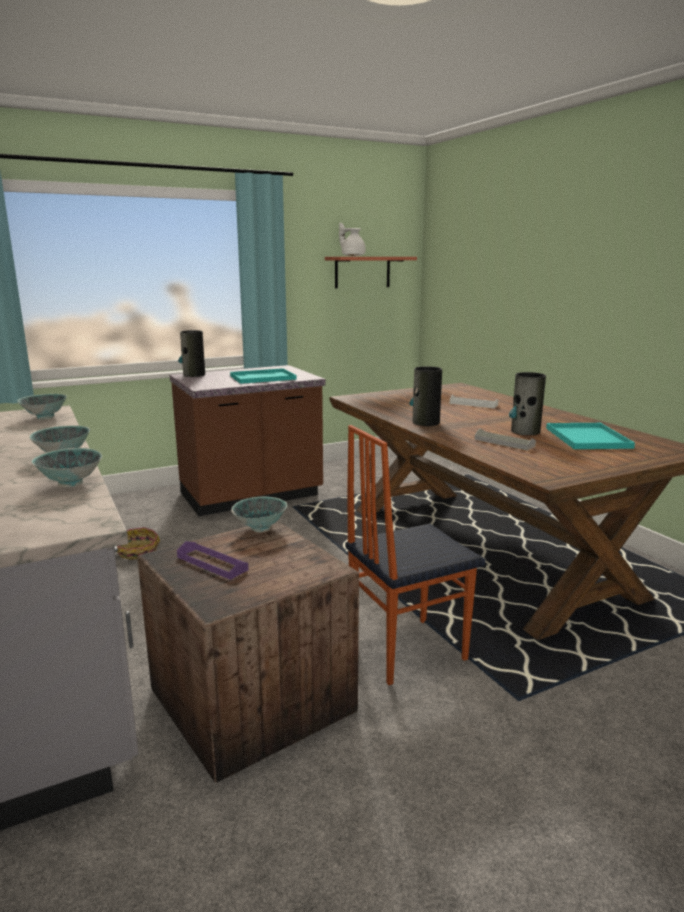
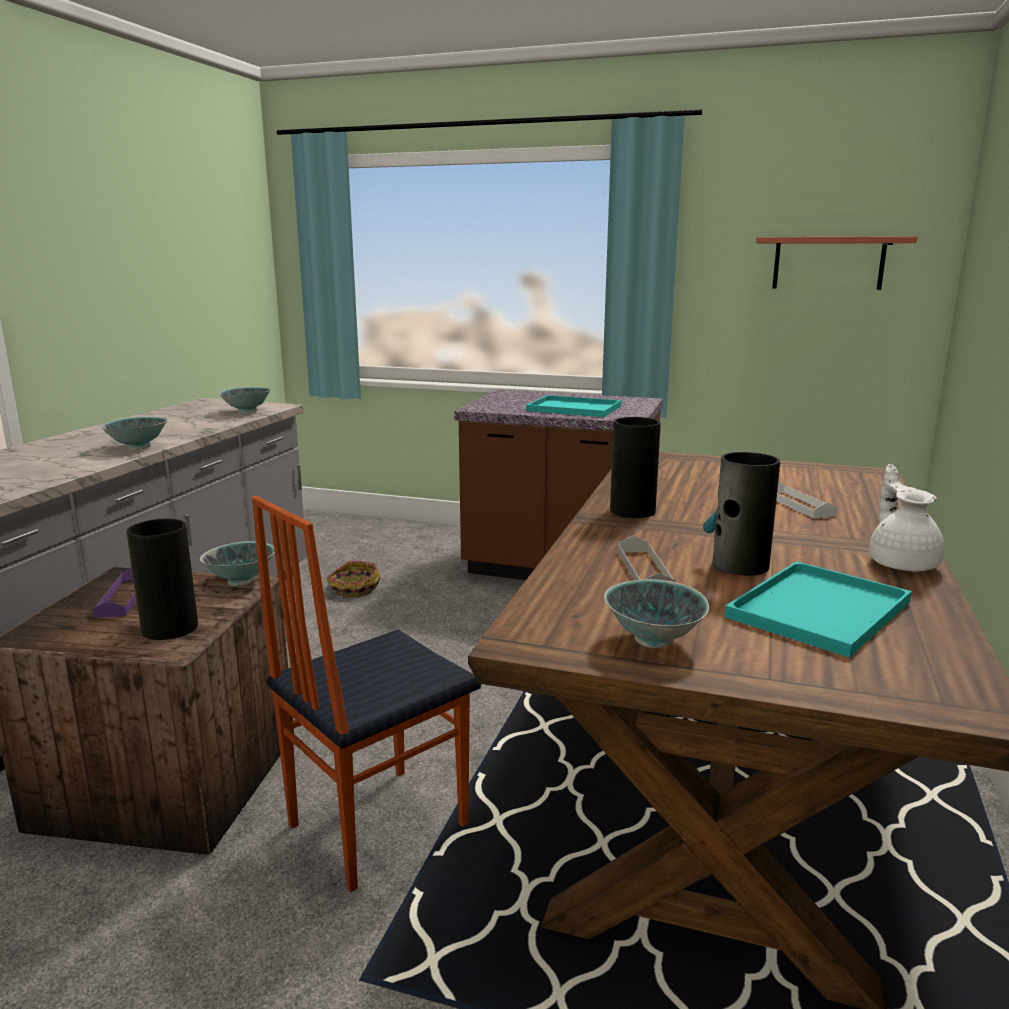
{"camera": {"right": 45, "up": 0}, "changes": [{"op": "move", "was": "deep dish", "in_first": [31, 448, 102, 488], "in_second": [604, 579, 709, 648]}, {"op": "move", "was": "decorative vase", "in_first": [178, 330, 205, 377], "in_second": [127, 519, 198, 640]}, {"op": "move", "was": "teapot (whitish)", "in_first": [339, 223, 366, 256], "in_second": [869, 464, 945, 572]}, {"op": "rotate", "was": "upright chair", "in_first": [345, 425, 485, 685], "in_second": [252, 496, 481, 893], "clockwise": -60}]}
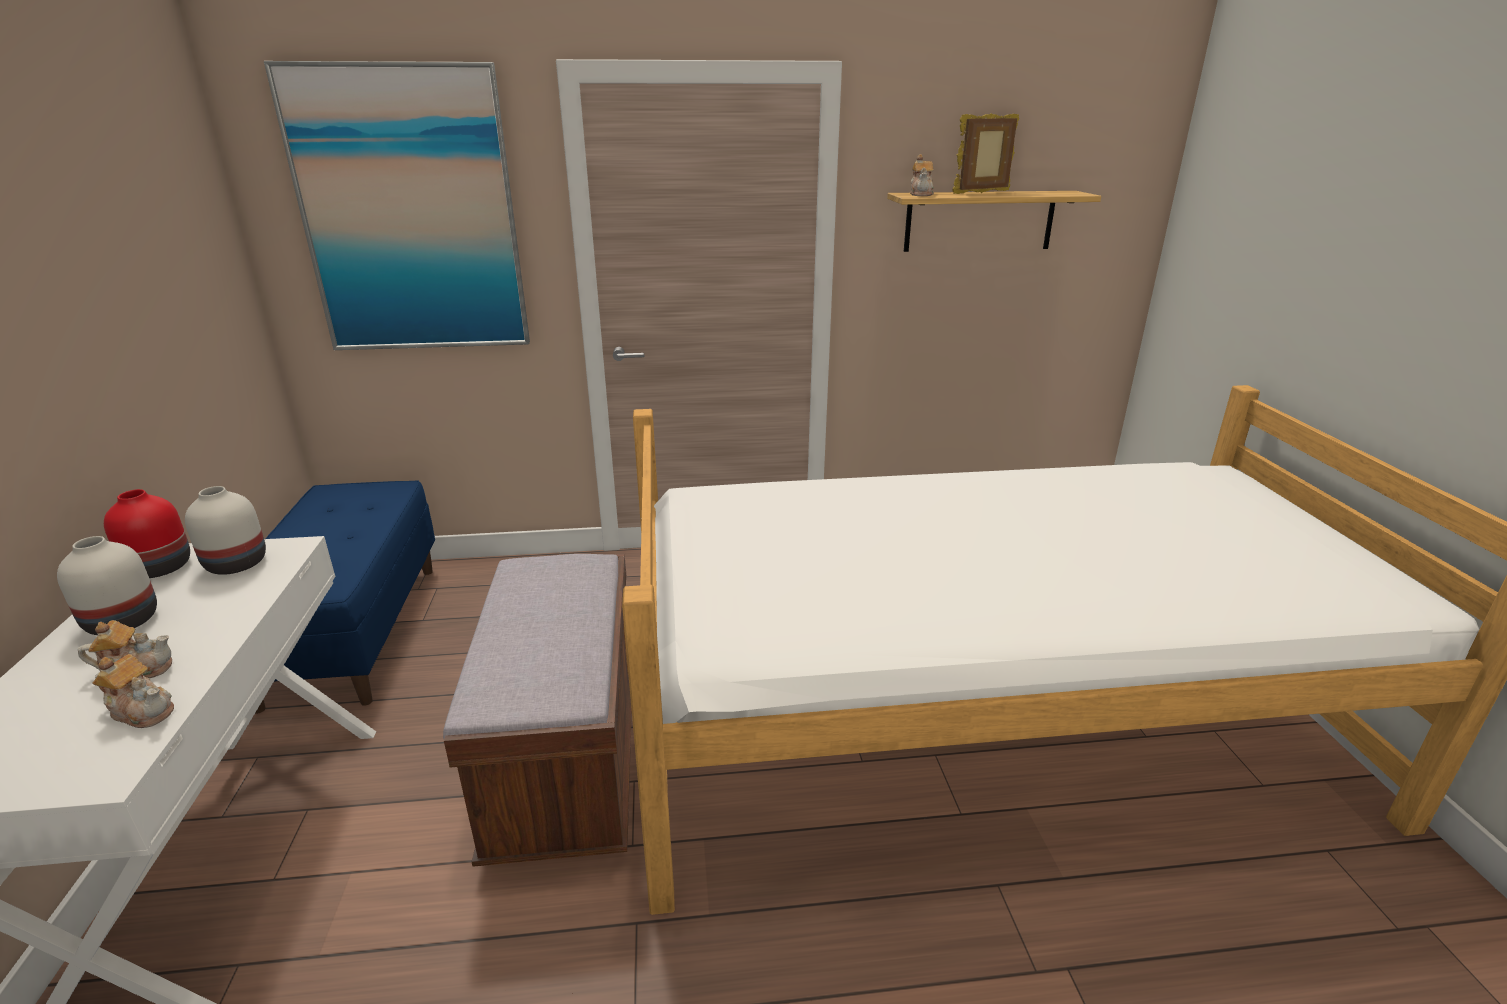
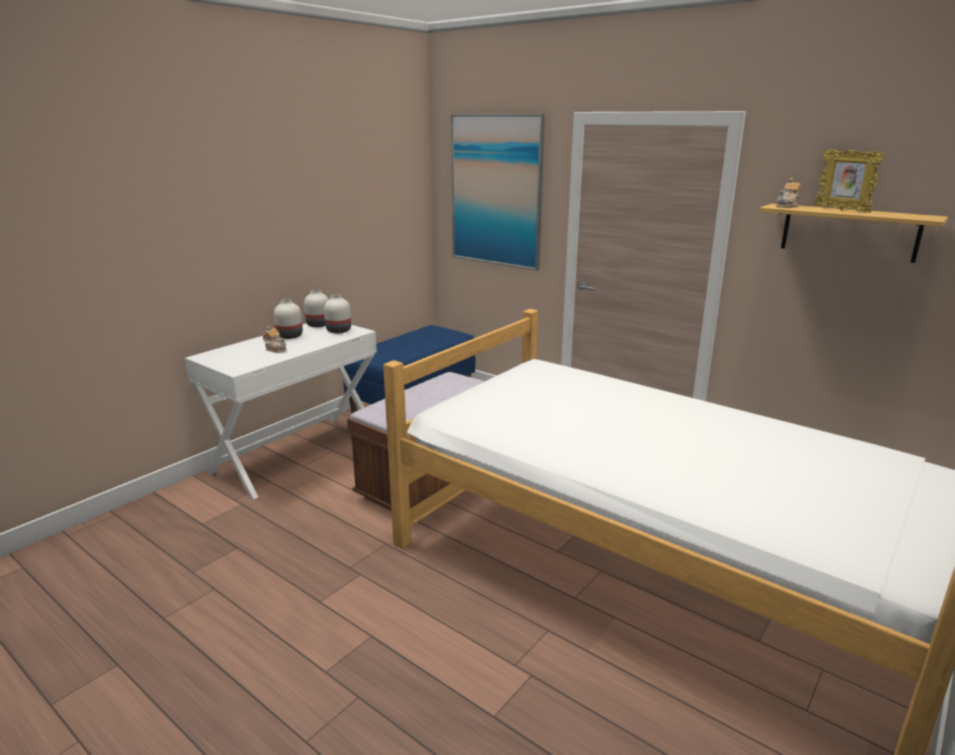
{"camera": {"right": 45, "up": -5}, "changes": [{"op": "delete", "was": "teapot", "in_first": [92, 654, 174, 728]}, {"op": "recolor", "was": "decorative vase (red)", "now": "decorative vase (whitish)", "in_first": [104, 489, 190, 578], "in_second": [304, 290, 329, 327]}, {"op": "rotate", "was": "standing frame", "in_first": [952, 113, 1019, 194], "in_second": [814, 149, 884, 213], "clockwise": -135}]}
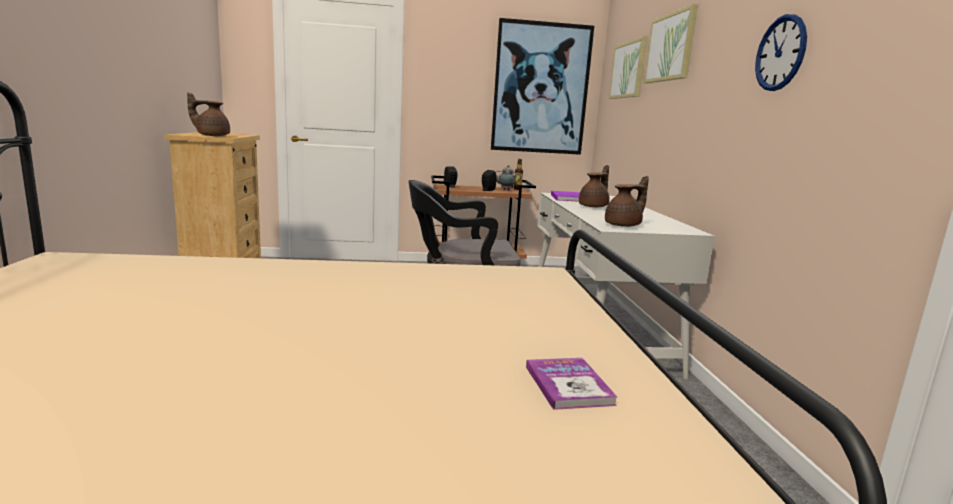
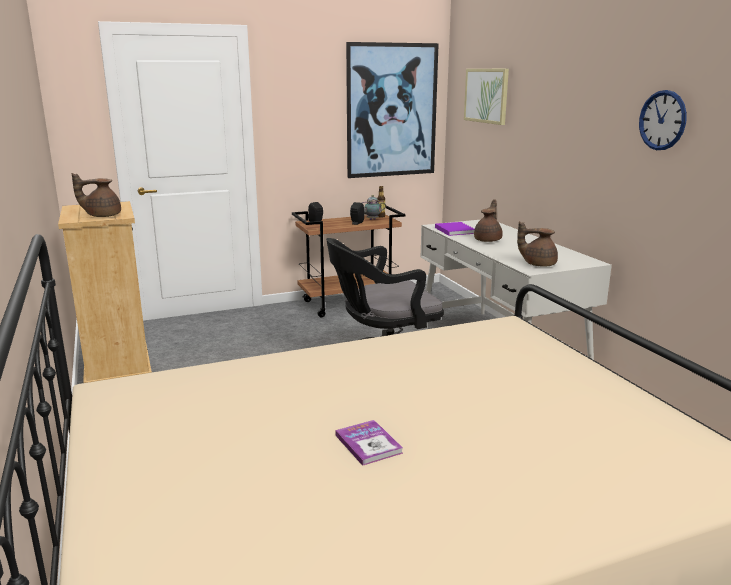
{"camera": {"right": -15, "up": 5}, "changes": [{"op": "delete", "was": "wall art", "in_first": [644, 4, 698, 83]}, {"op": "move", "was": "bound book", "in_first": [526, 358, 617, 410], "in_second": [335, 420, 403, 466]}, {"op": "rotate", "was": "teapot (brown-coloured)", "in_first": [605, 176, 649, 227], "in_second": [517, 221, 558, 267], "clockwise": -120}]}
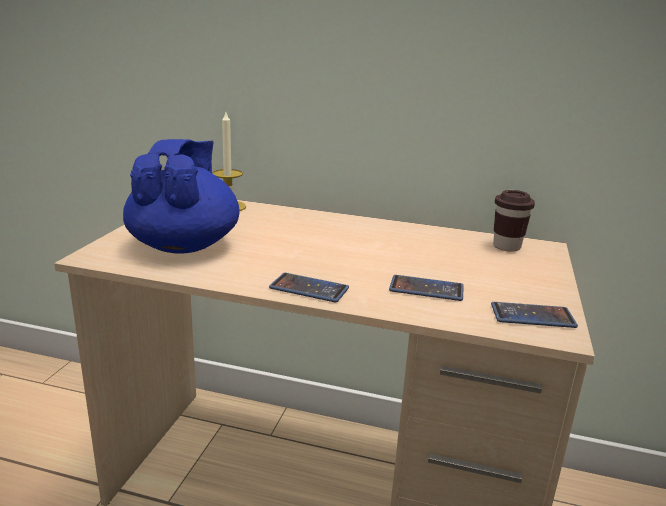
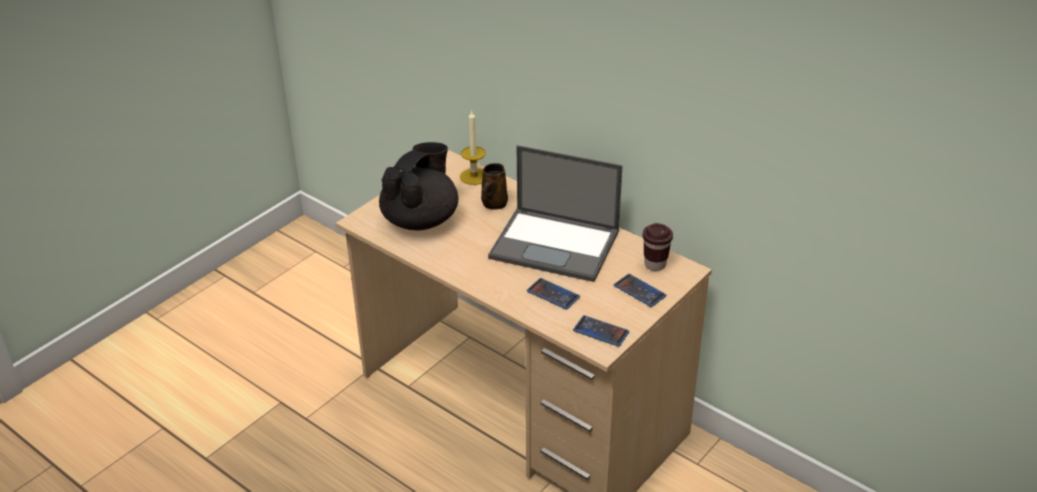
{"camera": {"right": 25, "up": 15}, "changes": [{"op": "insert", "now": "mug (brown-coloured)", "in_second": [481, 163, 508, 210]}, {"op": "insert", "now": "laptop", "in_second": [488, 145, 623, 282]}, {"op": "move", "was": "handset", "in_first": [269, 273, 349, 303], "in_second": [614, 274, 666, 307]}, {"op": "recolor", "was": "teapot (blue-coloured)", "now": "teapot (black)", "in_first": [123, 139, 240, 254], "in_second": [379, 142, 458, 230]}]}
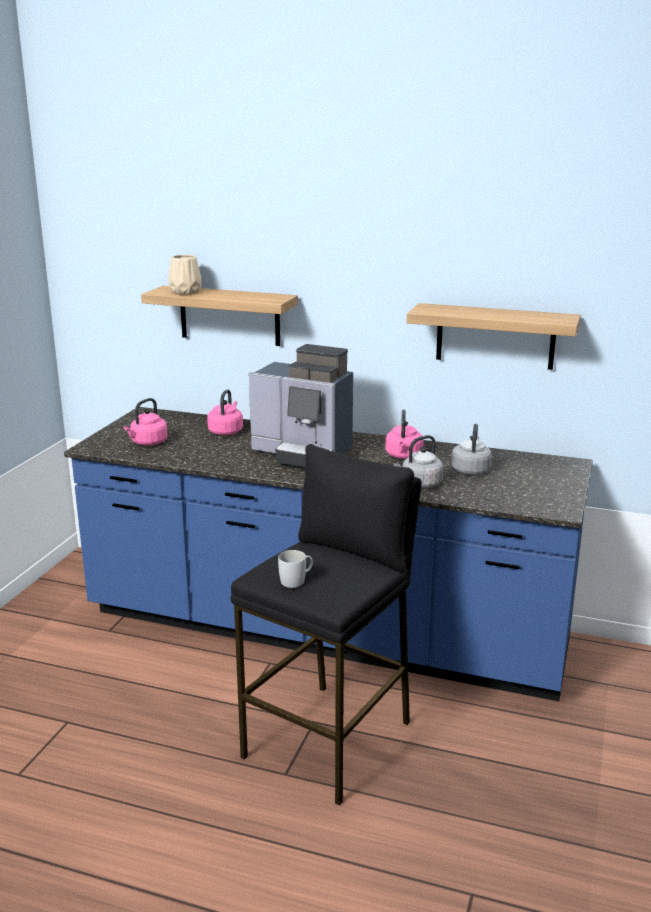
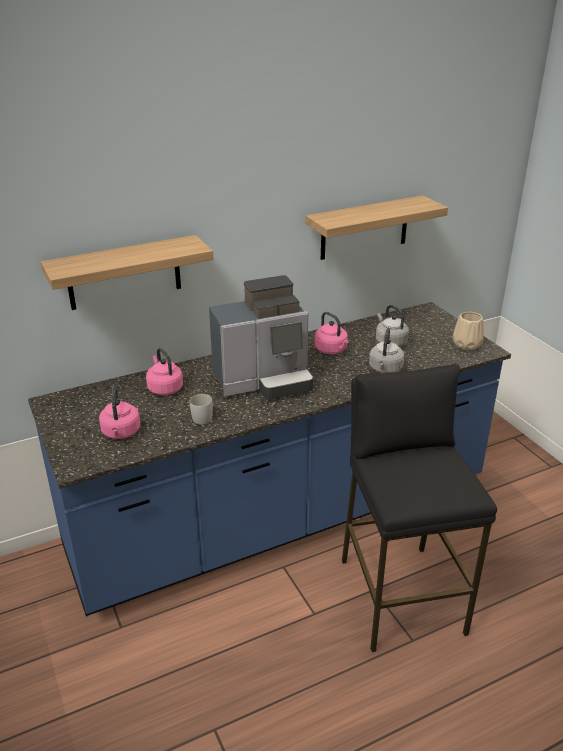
{"camera": {"right": -45, "up": 10}, "changes": [{"op": "move", "was": "decorative vase (sand-coloured)", "in_first": [168, 255, 202, 295], "in_second": [453, 312, 484, 350]}, {"op": "move", "was": "mug (whitish)", "in_first": [278, 550, 313, 588], "in_second": [190, 394, 213, 425]}]}
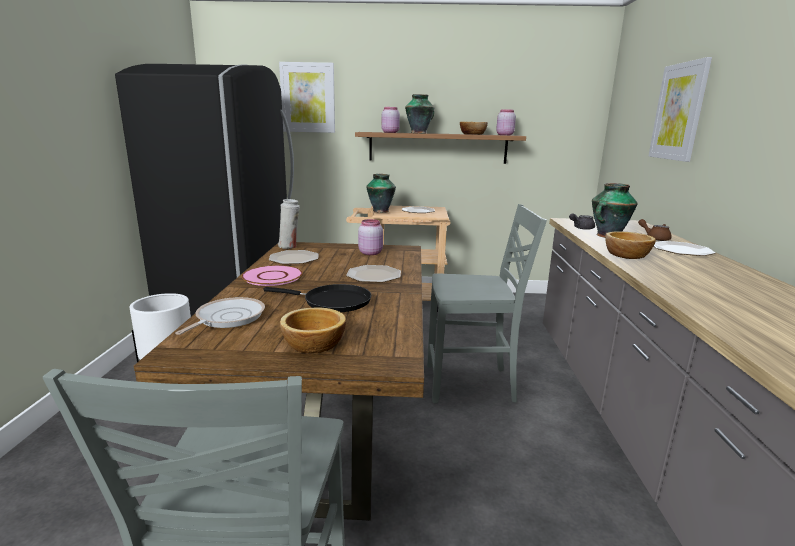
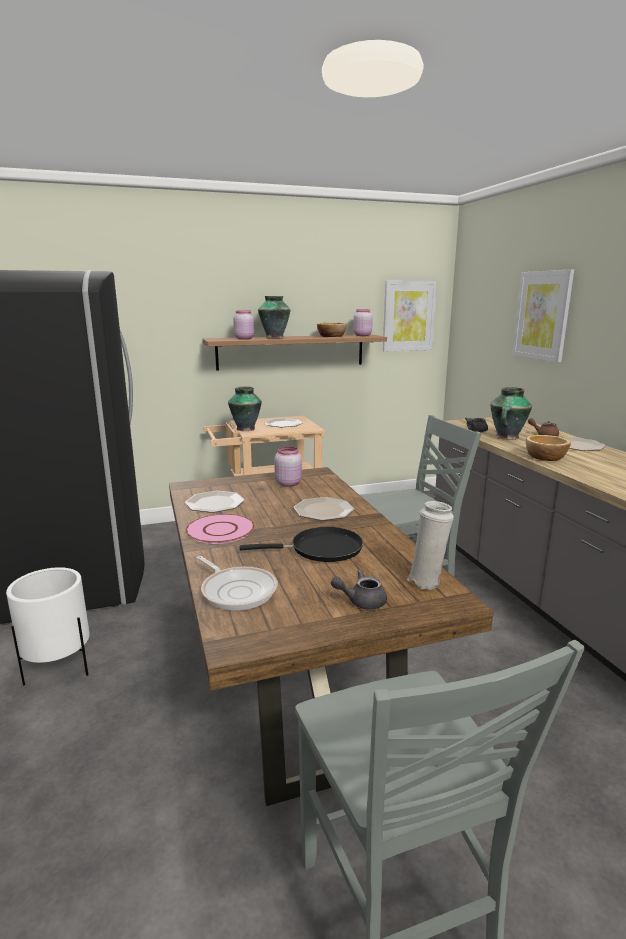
{"camera": {"right": -20, "up": 0}, "changes": [{"op": "move", "was": "decorative vase (whitish)", "in_first": [278, 199, 300, 249], "in_second": [407, 501, 454, 590]}, {"op": "move", "was": "wall art", "in_first": [279, 62, 335, 133], "in_second": [383, 281, 437, 352]}, {"op": "replace", "was": "deep dish", "now": "teapot (greyish)", "in_first": [280, 308, 346, 353], "in_second": [331, 570, 387, 609]}, {"op": "rotate", "was": "pan", "in_first": [175, 297, 265, 335], "in_second": [196, 556, 278, 611], "clockwise": 135}]}
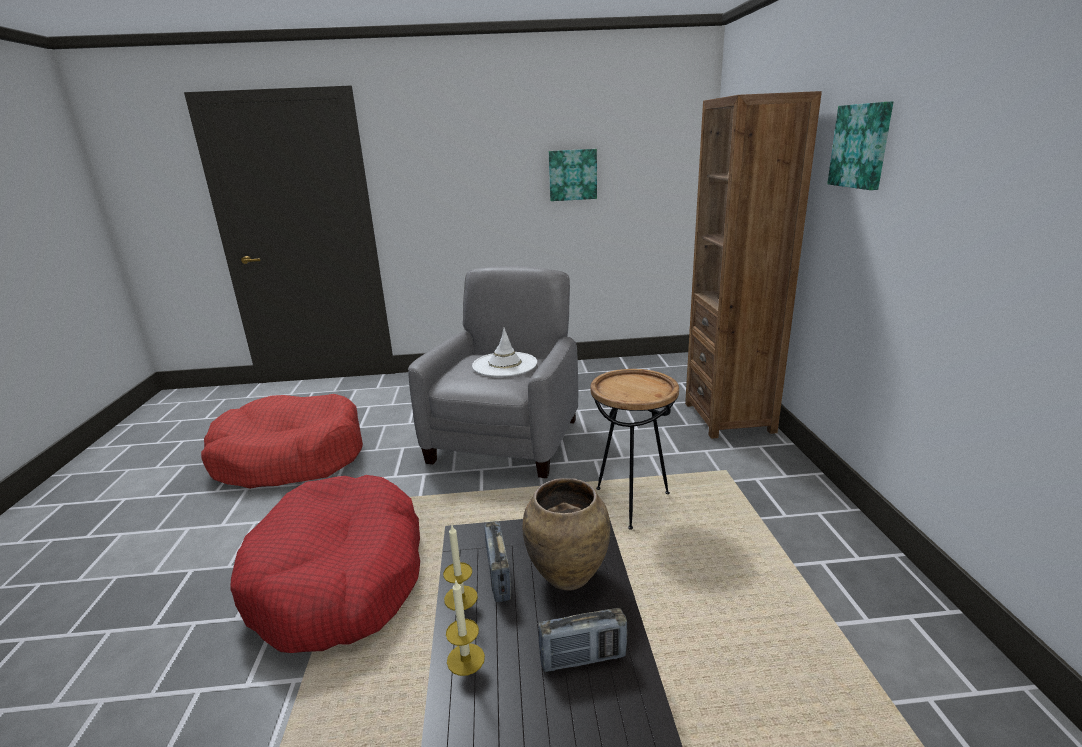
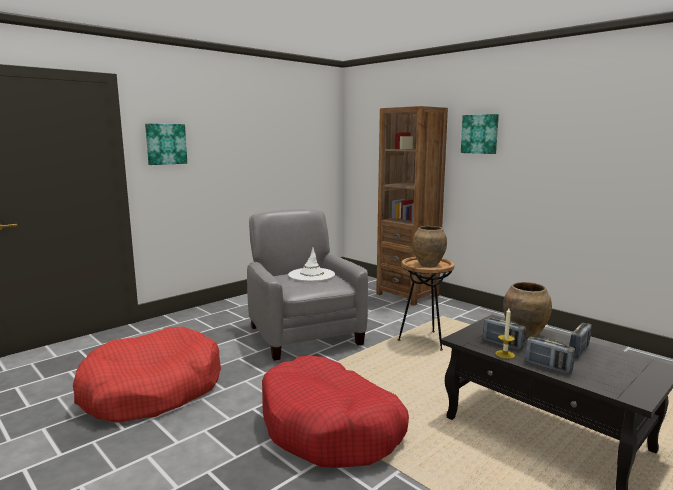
{"camera": {"right": -40, "up": -10}, "changes": [{"op": "insert", "now": "decorative vase (brown-coloured)", "in_second": [413, 226, 447, 267]}, {"op": "move", "was": "wall art", "in_first": [549, 149, 597, 201], "in_second": [145, 124, 187, 165]}, {"op": "replace", "was": "candle", "now": "radio set", "in_first": [446, 581, 485, 676], "in_second": [525, 337, 575, 374]}]}
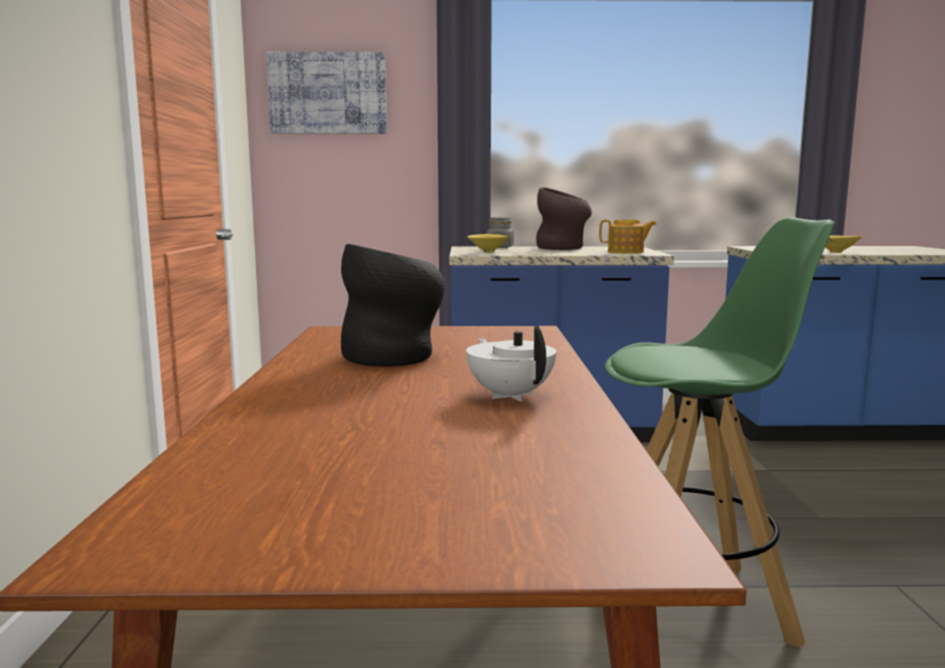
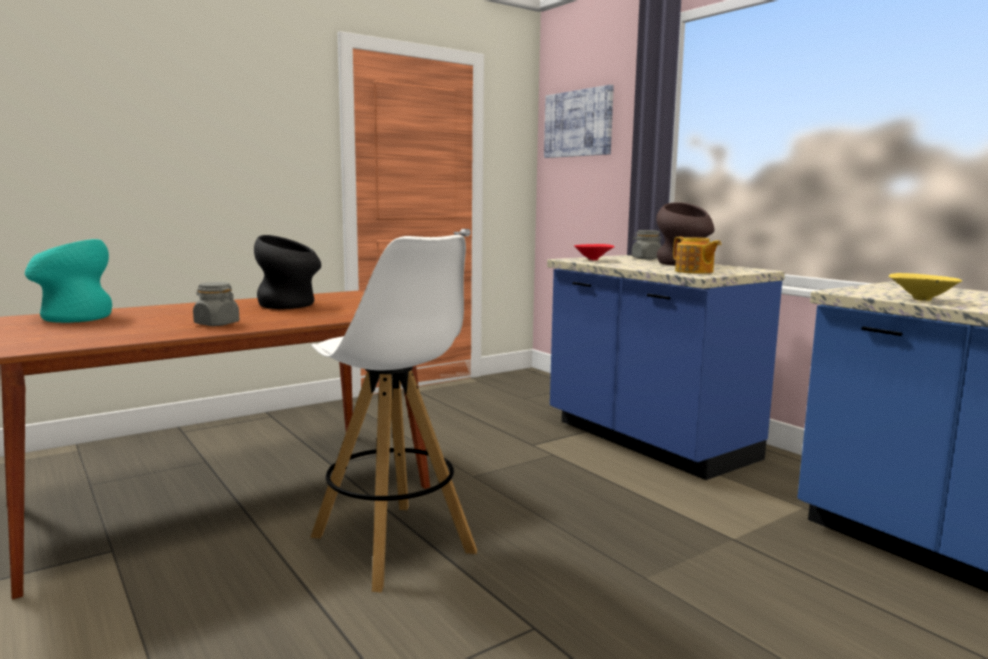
{"camera": {"right": 55, "up": 0}, "changes": [{"op": "insert", "now": "decorative vase (blue-green)", "in_second": [25, 239, 112, 323]}, {"op": "replace", "was": "teapot (whitish)", "now": "jar (greyish)", "in_first": [466, 326, 556, 402], "in_second": [193, 282, 239, 326]}, {"op": "recolor", "was": "deep dish (yellow-coloured)", "now": "deep dish (red)", "in_first": [467, 234, 511, 253], "in_second": [574, 244, 614, 261]}, {"op": "recolor", "was": "stool seat (green-coloured)", "now": "stool seat (whitish)", "in_first": [605, 217, 835, 648], "in_second": [310, 235, 477, 593]}]}
